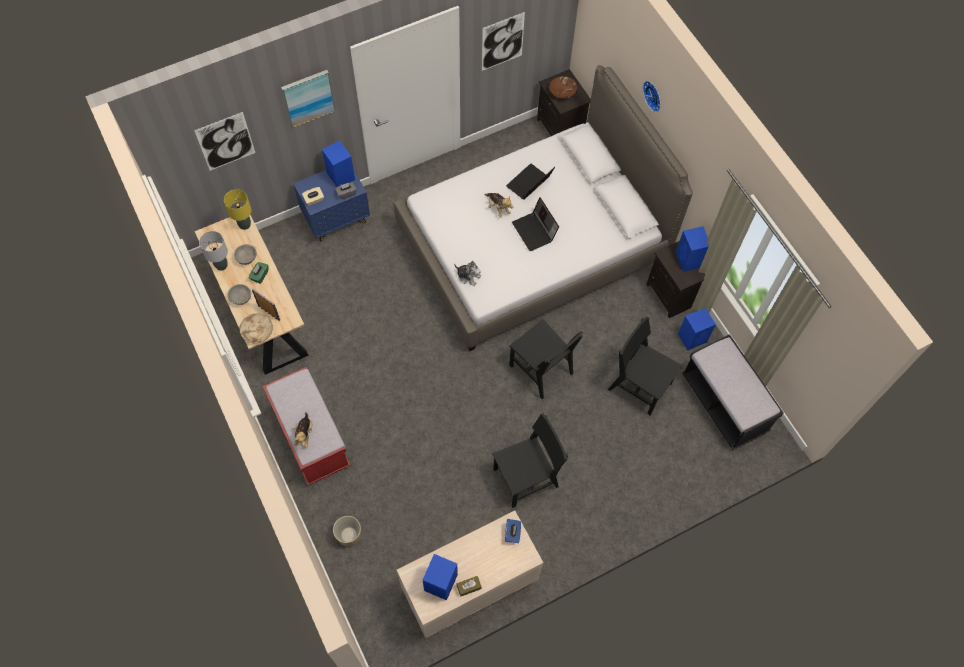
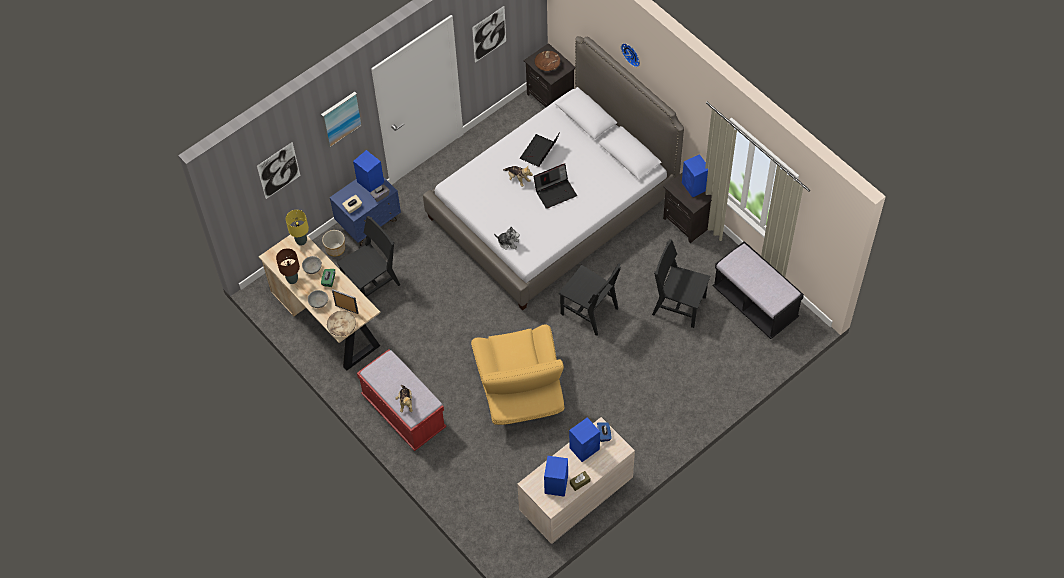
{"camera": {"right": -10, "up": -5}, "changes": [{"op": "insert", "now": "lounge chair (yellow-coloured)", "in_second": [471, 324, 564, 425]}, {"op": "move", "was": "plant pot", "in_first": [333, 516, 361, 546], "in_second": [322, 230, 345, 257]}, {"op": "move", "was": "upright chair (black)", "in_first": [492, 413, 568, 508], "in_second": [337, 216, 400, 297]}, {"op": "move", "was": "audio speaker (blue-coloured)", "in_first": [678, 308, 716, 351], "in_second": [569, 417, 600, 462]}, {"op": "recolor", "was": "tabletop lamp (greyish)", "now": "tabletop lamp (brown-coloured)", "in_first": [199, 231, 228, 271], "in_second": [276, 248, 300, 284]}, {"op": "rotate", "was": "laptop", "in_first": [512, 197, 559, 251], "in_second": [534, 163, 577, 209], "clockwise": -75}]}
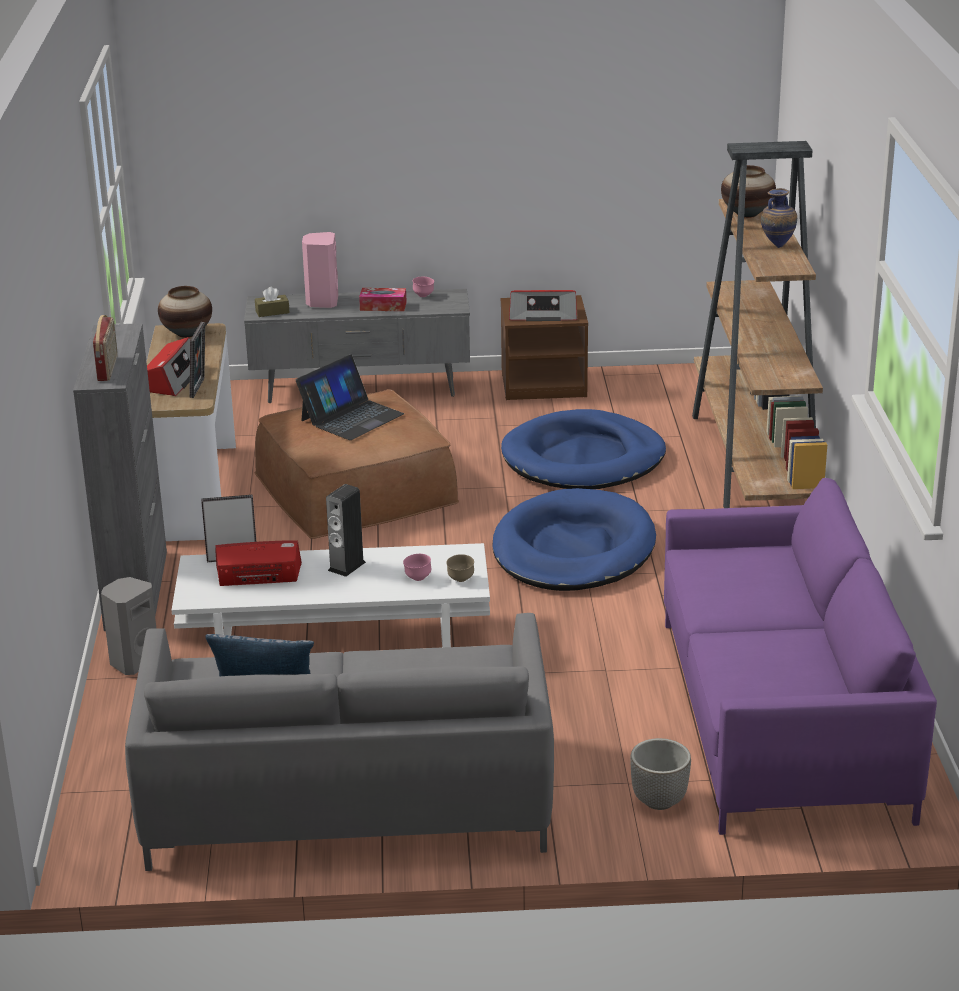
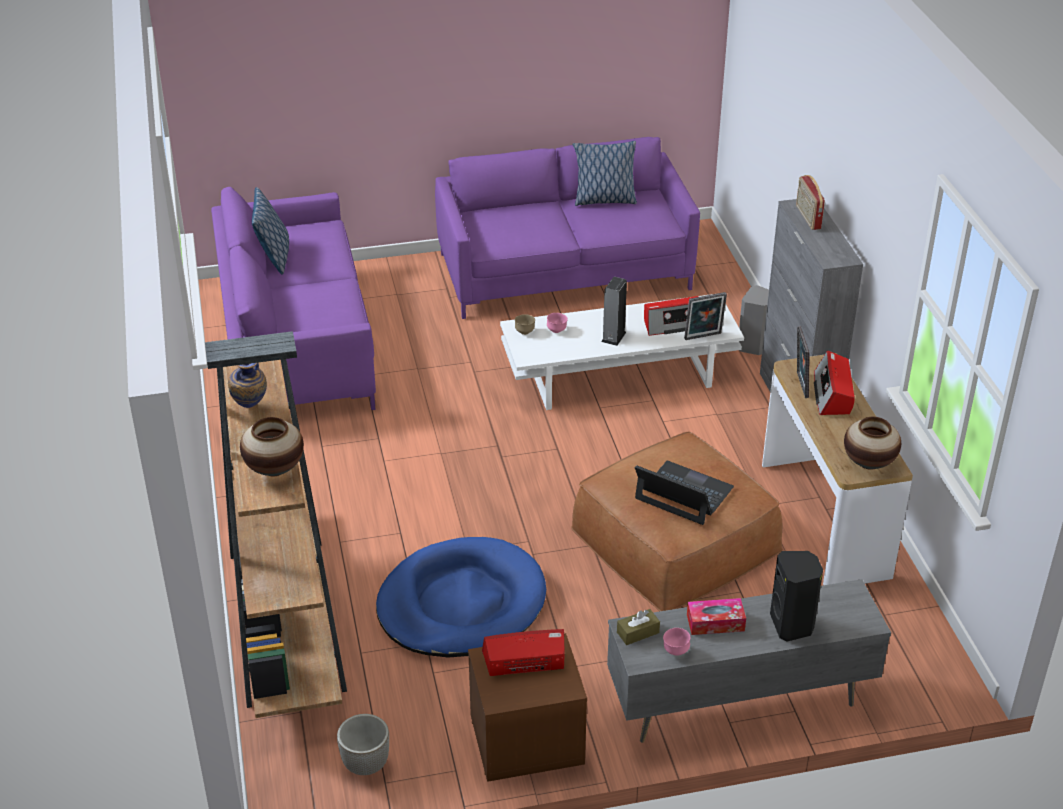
{"camera": {"right": 170, "up": 10}, "changes": [{"op": "delete", "was": "dog bed (blue-coloured)", "in_first": [493, 488, 656, 591]}, {"op": "insert", "now": "pillow", "in_second": [252, 187, 289, 275]}, {"op": "move", "was": "box of tissues (brown-coloured)", "in_first": [255, 287, 289, 317], "in_second": [617, 609, 660, 645]}, {"op": "move", "was": "plant pot", "in_first": [630, 738, 691, 810], "in_second": [337, 714, 389, 775]}, {"op": "recolor", "was": "settee (greyish)", "now": "settee (purple-coloured)", "in_first": [125, 613, 554, 871], "in_second": [435, 137, 700, 319]}, {"op": "recolor", "was": "audio speaker (pink-coloured)", "now": "audio speaker (black)", "in_first": [302, 232, 338, 308], "in_second": [770, 551, 823, 642]}, {"op": "rotate", "was": "laptop", "in_first": [296, 354, 404, 440], "in_second": [635, 461, 734, 525], "clockwise": 90}]}
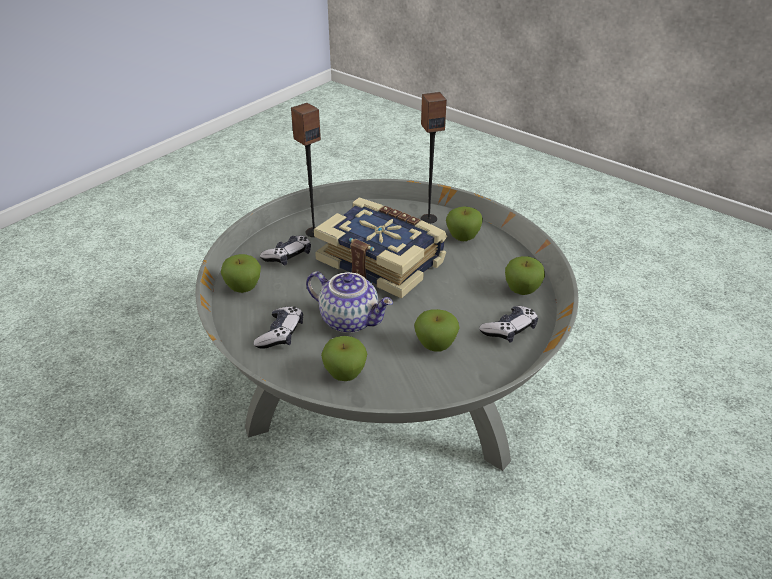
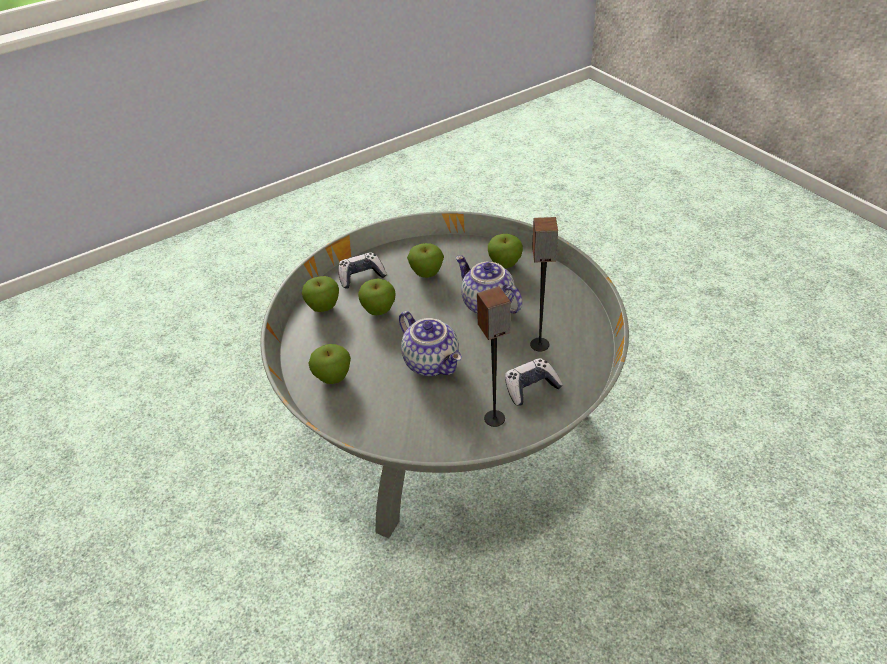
{"camera": {"right": -160, "up": 5}, "changes": [{"op": "delete", "was": "gamepad", "in_first": [254, 306, 303, 349]}, {"op": "move", "was": "apple", "in_first": [221, 254, 261, 293], "in_second": [358, 279, 395, 315]}, {"op": "move", "was": "audio speaker", "in_first": [421, 92, 447, 224], "in_second": [530, 217, 558, 351]}, {"op": "replace", "was": "bound book", "now": "teapot", "in_first": [314, 197, 447, 299], "in_second": [399, 311, 462, 376]}]}
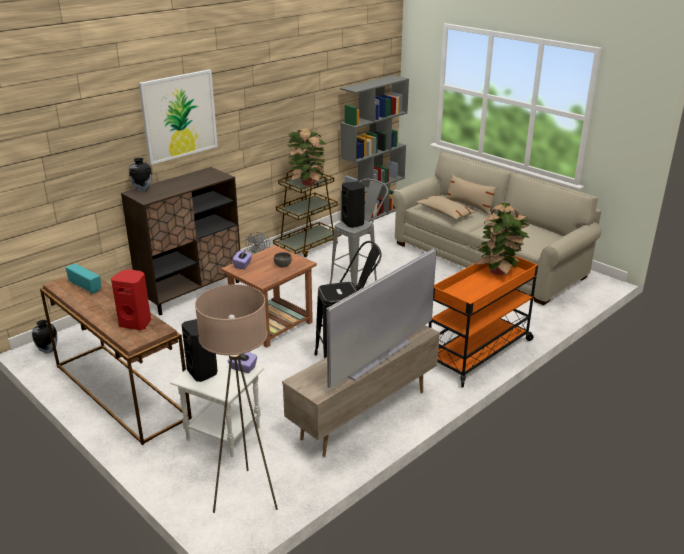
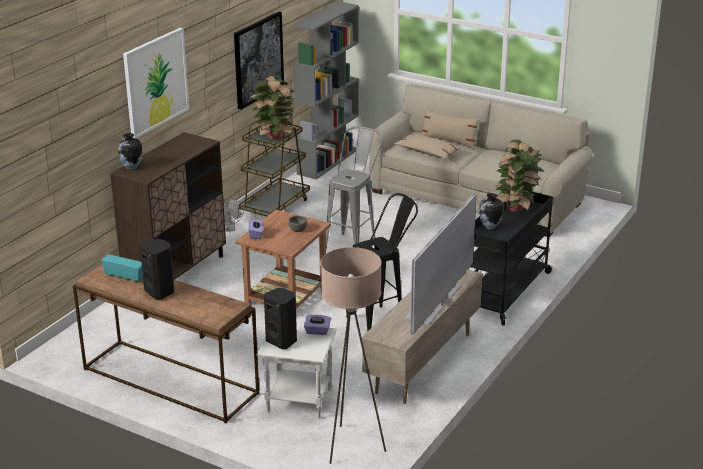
{"camera": {"right": -15, "up": 0}, "changes": [{"op": "delete", "was": "audio speaker (red)", "in_first": [111, 269, 151, 330]}, {"op": "insert", "now": "wall art", "in_second": [234, 11, 284, 110]}, {"op": "move", "was": "decorative vase", "in_first": [32, 320, 57, 354], "in_second": [479, 193, 503, 229]}, {"op": "move", "was": "audio speaker (black)", "in_first": [342, 182, 365, 228], "in_second": [140, 239, 174, 300]}, {"op": "recolor", "was": "wheeled cart (orange-coloured)", "now": "wheeled cart (black)", "in_first": [429, 256, 538, 388], "in_second": [470, 191, 553, 326]}]}
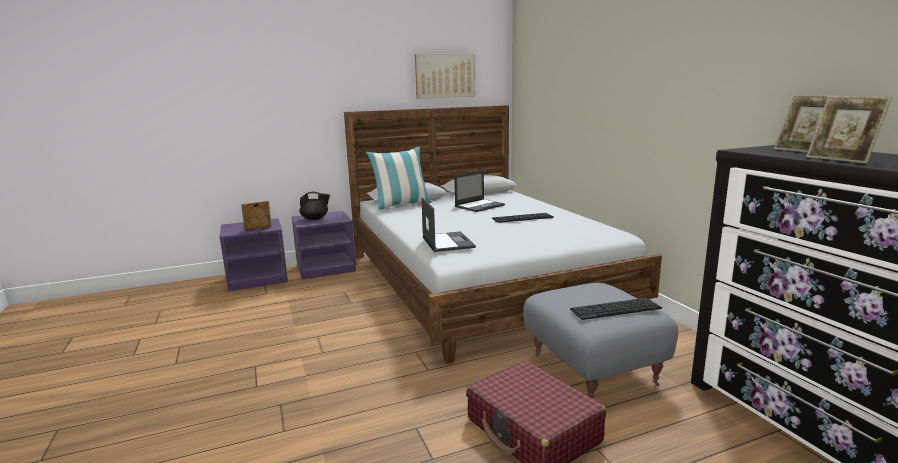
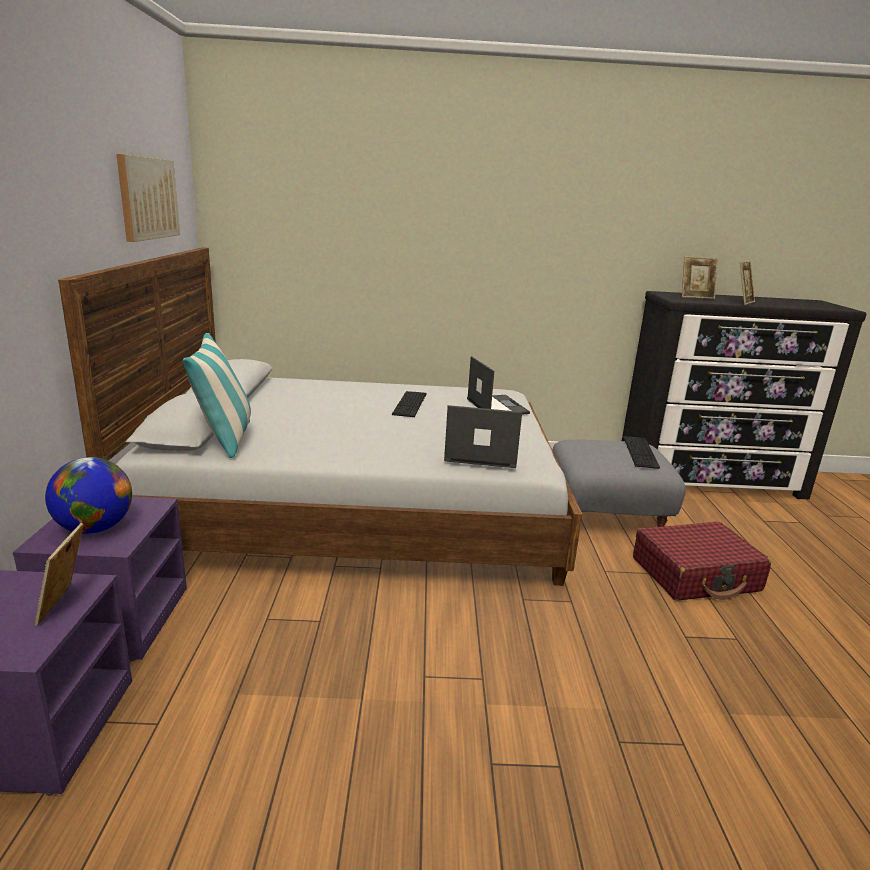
{"camera": {"right": -70, "up": 5}, "changes": [{"op": "move", "was": "laptop", "in_first": [454, 170, 505, 212], "in_second": [467, 356, 530, 414]}, {"op": "replace", "was": "teapot (black)", "now": "desk globe", "in_first": [299, 192, 330, 220], "in_second": [45, 457, 132, 534]}, {"op": "rotate", "was": "standing frame", "in_first": [806, 96, 892, 164], "in_second": [740, 261, 755, 305], "clockwise": -45}]}
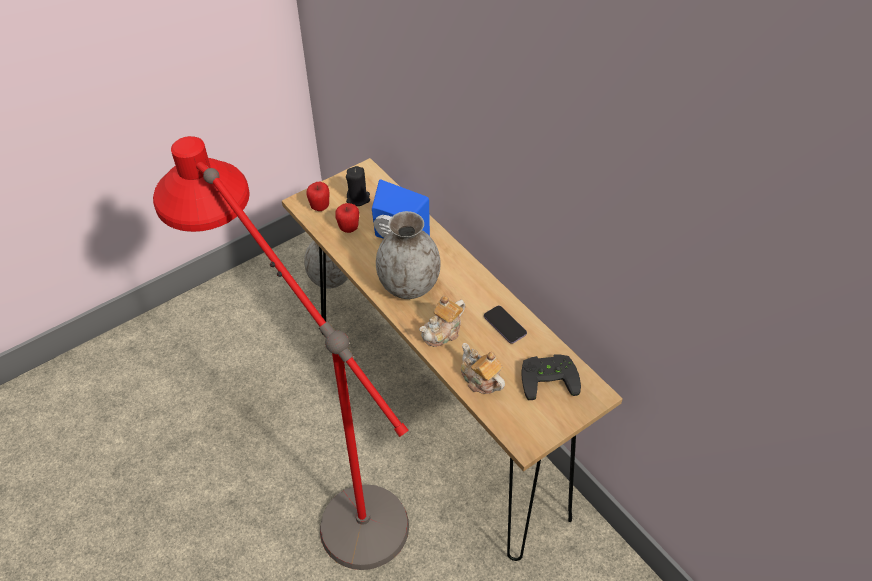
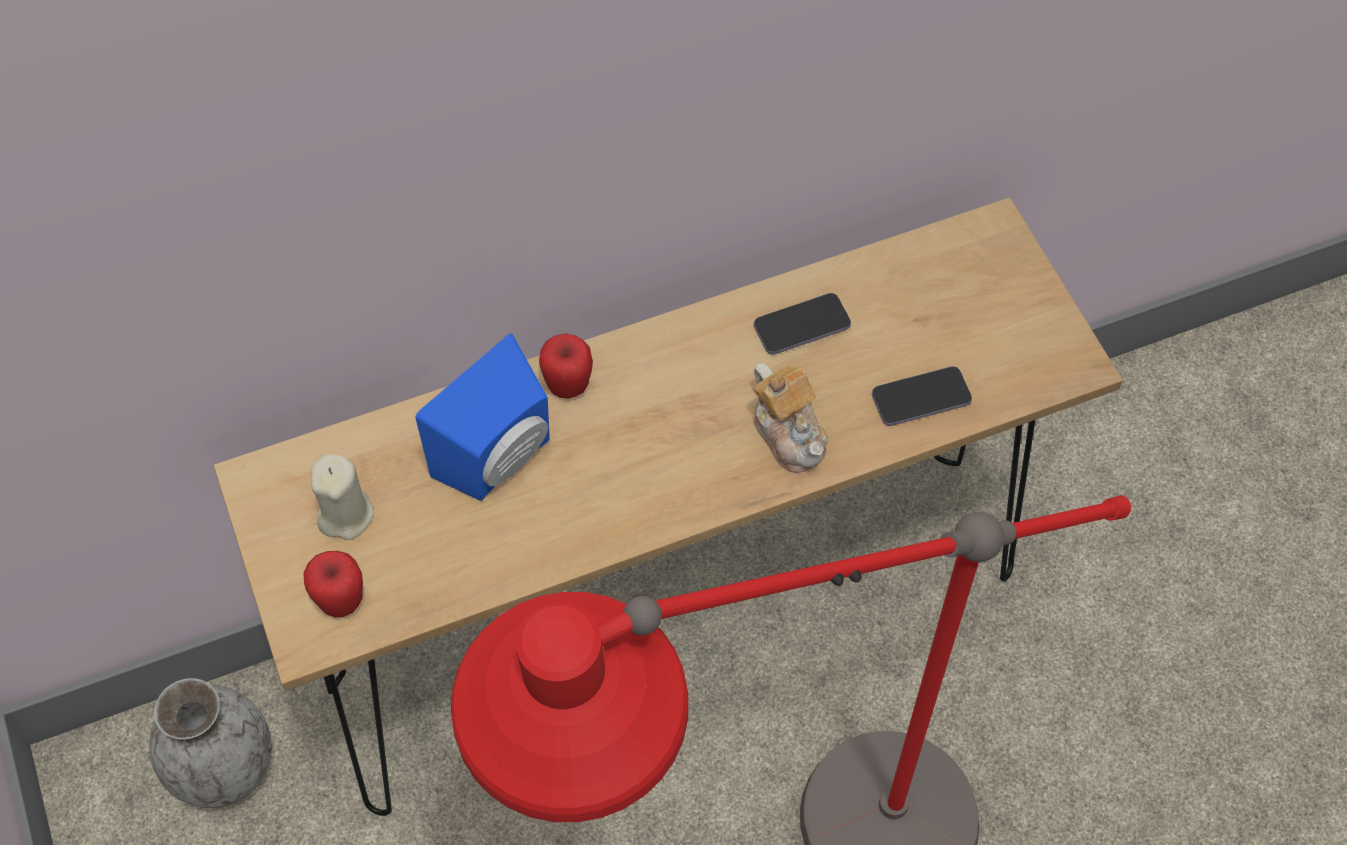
{"camera": {"right": -75, "up": 10}, "changes": [{"op": "delete", "was": "decorative vase (greyish)", "in_first": [376, 211, 441, 299]}, {"op": "delete", "was": "gamepad (black)", "in_first": [521, 355, 581, 400]}, {"op": "move", "was": "apple", "in_first": [335, 203, 359, 233], "in_second": [539, 333, 593, 399]}, {"op": "replace", "was": "teapot", "now": "handset", "in_first": [461, 343, 505, 394], "in_second": [872, 366, 972, 426]}, {"op": "recolor", "was": "candle (black)", "now": "candle (sand-coloured)", "in_first": [346, 166, 370, 206], "in_second": [311, 454, 374, 540]}]}
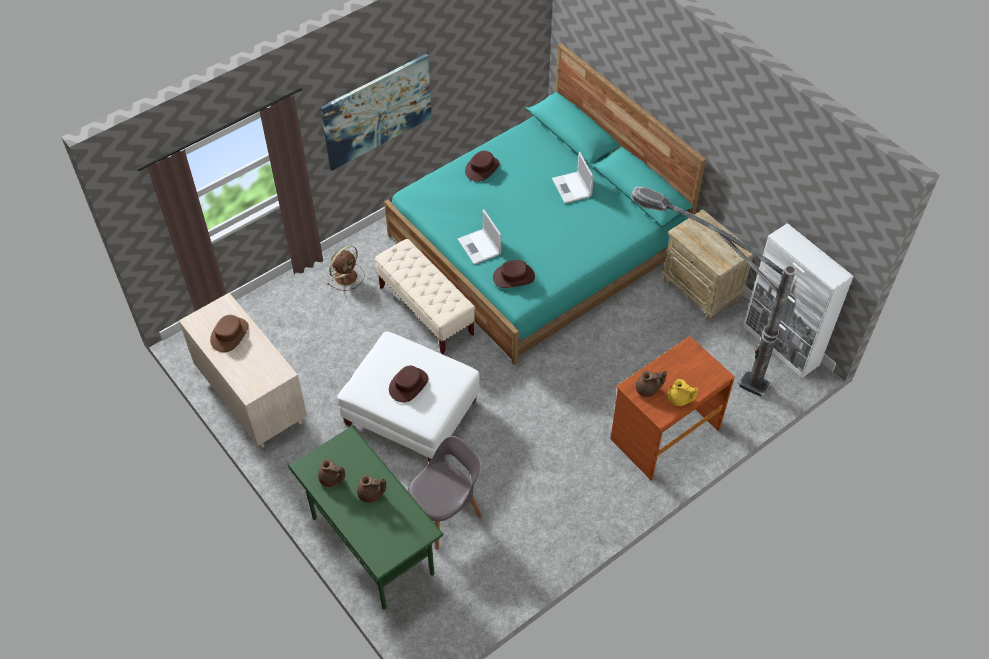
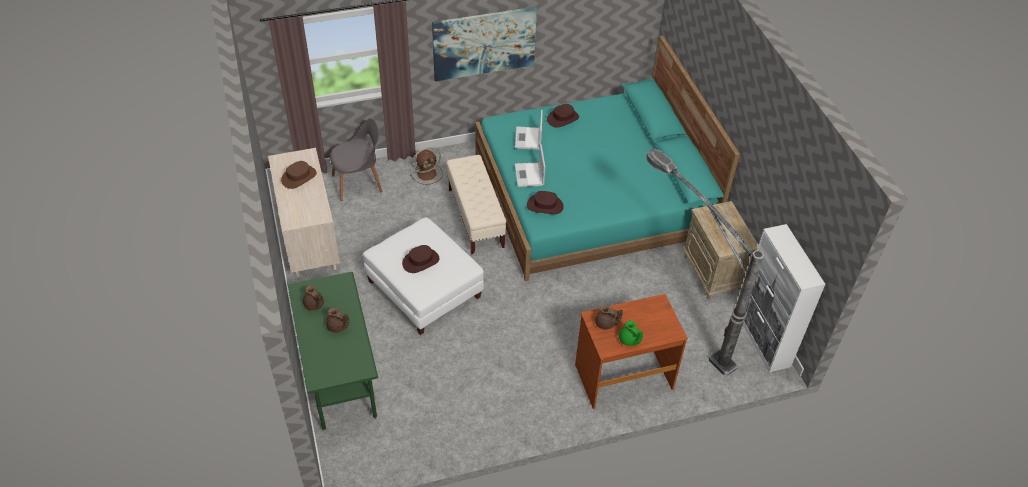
{"camera": {"right": 20, "up": -5}, "changes": [{"op": "move", "was": "upright chair (greyish)", "in_first": [408, 436, 482, 550], "in_second": [330, 118, 383, 201]}, {"op": "move", "was": "laptop", "in_first": [552, 152, 594, 204], "in_second": [515, 110, 543, 150]}, {"op": "recolor", "was": "teapot (yellow-coloured)", "now": "teapot (green-coloured)", "in_first": [668, 379, 698, 406], "in_second": [619, 321, 643, 346]}]}
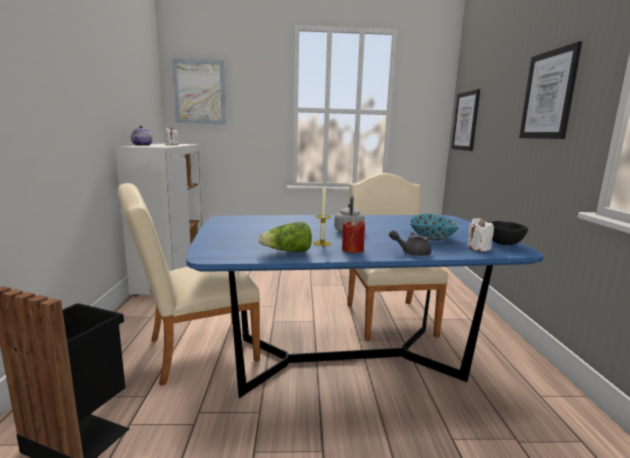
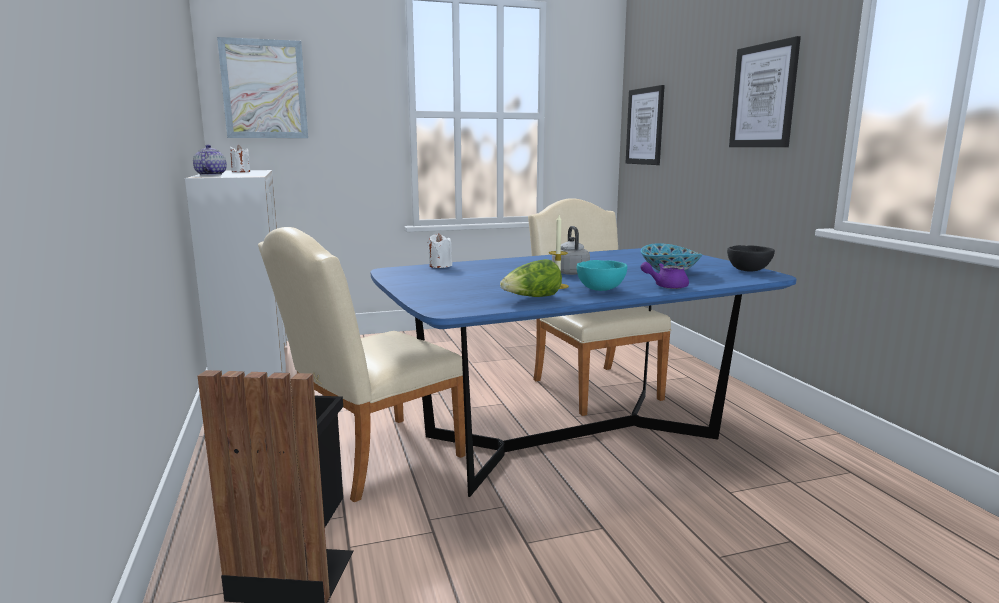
{"camera": {"right": -15, "up": 0}, "changes": [{"op": "move", "was": "candle (whitish)", "in_first": [468, 218, 494, 251], "in_second": [427, 233, 452, 268]}, {"op": "replace", "was": "candle (red)", "now": "deep dish (blue-green)", "in_first": [342, 218, 365, 253], "in_second": [577, 260, 627, 291]}, {"op": "recolor", "was": "teapot (greyish)", "now": "teapot (purple-coloured)", "in_first": [389, 230, 431, 256], "in_second": [640, 262, 689, 289]}]}
